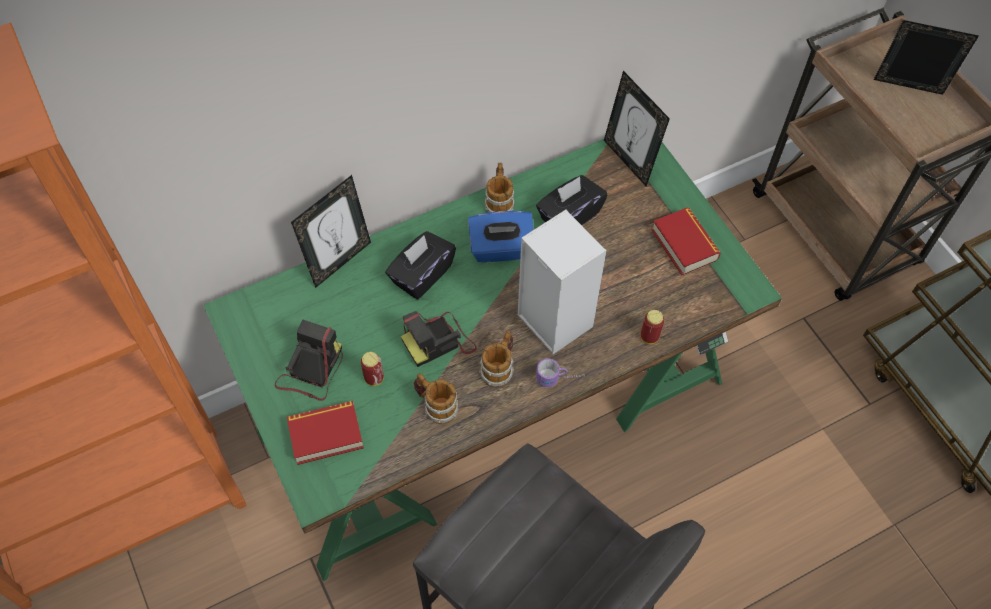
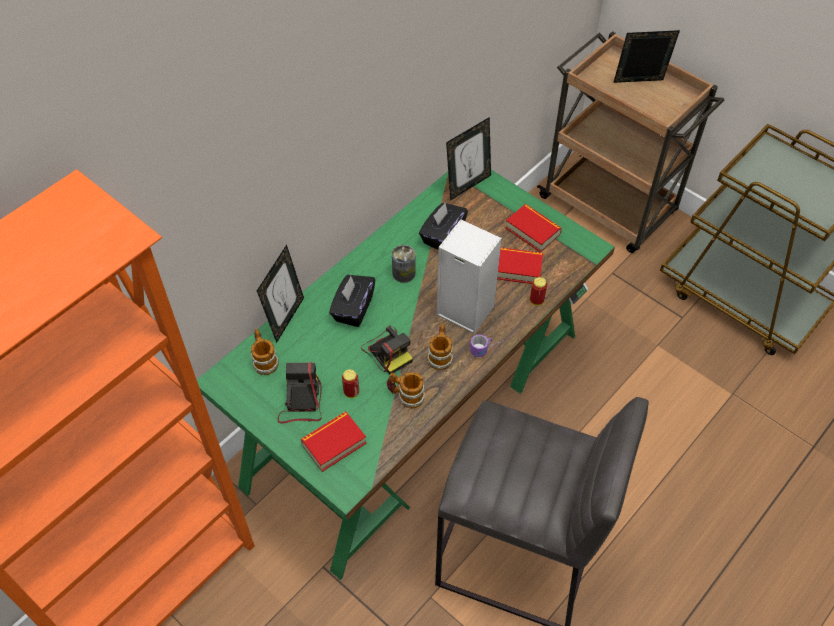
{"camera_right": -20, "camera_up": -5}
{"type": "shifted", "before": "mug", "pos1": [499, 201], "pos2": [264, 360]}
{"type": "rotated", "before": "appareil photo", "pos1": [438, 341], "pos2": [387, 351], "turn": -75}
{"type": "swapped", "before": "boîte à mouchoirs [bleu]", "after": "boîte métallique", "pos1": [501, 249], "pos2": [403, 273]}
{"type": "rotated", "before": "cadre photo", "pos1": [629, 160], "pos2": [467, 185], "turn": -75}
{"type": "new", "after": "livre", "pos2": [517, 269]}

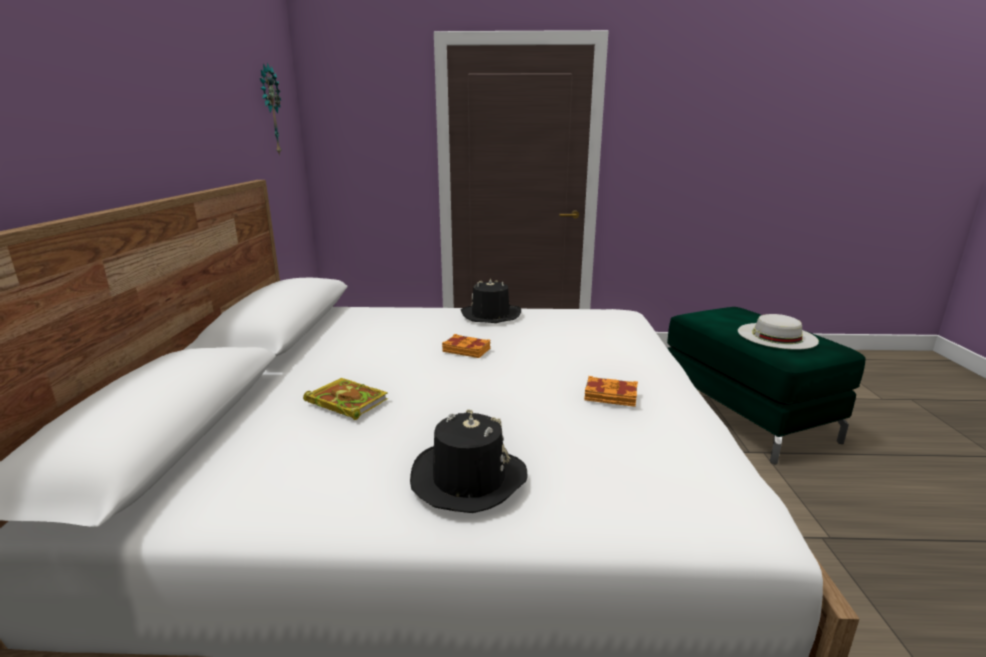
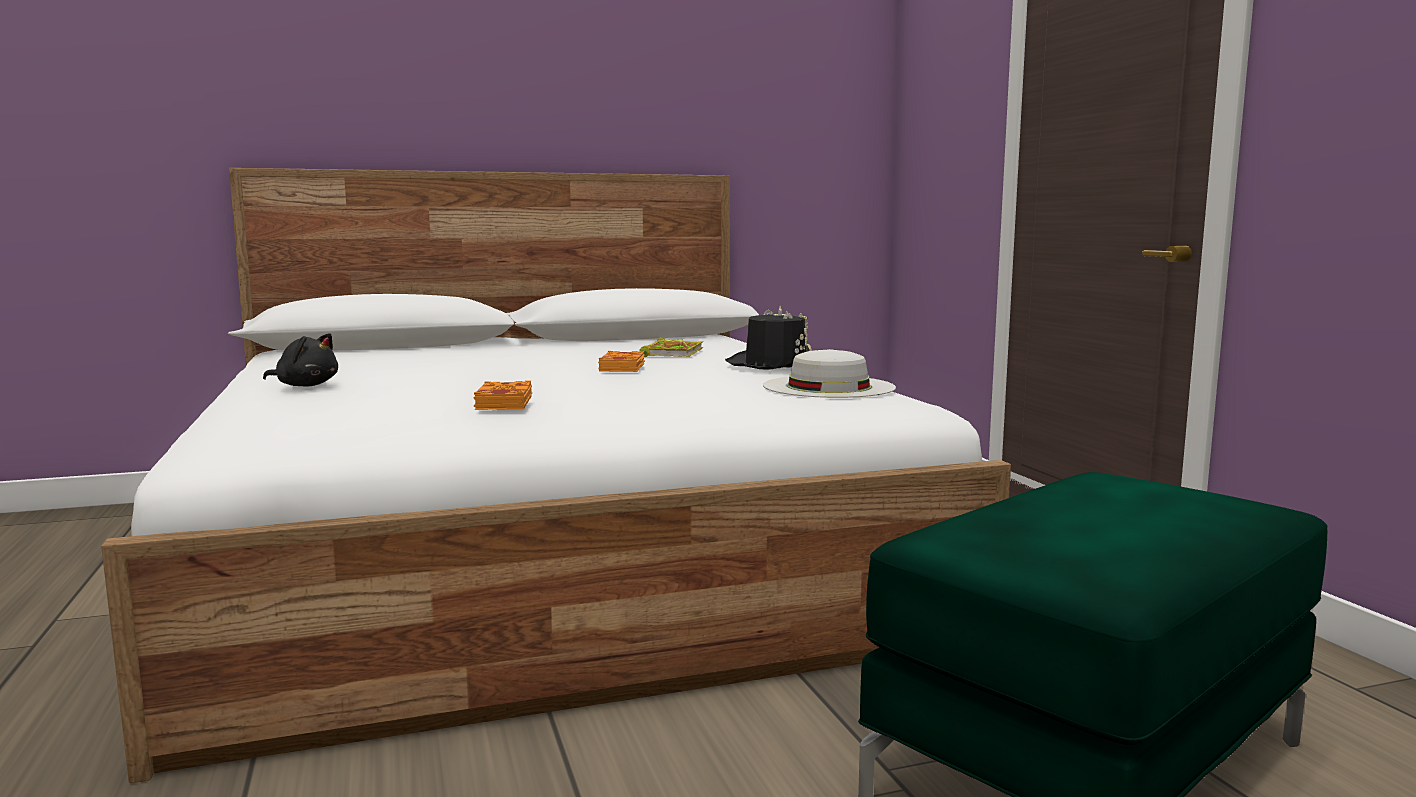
{"camera_right": 70, "camera_up": -10}
{"type": "swapped", "before": "chapeau [noir]", "after": "peluche [noir]", "pos1": [468, 479], "pos2": [305, 385]}
{"type": "shifted", "before": "livre", "pos1": [345, 401], "pos2": [672, 353]}
{"type": "shifted", "before": "chapeau [blanc]", "pos1": [776, 336], "pos2": [828, 386]}
{"type": "gone", "before": "horloge murale", "pos1": [269, 110]}

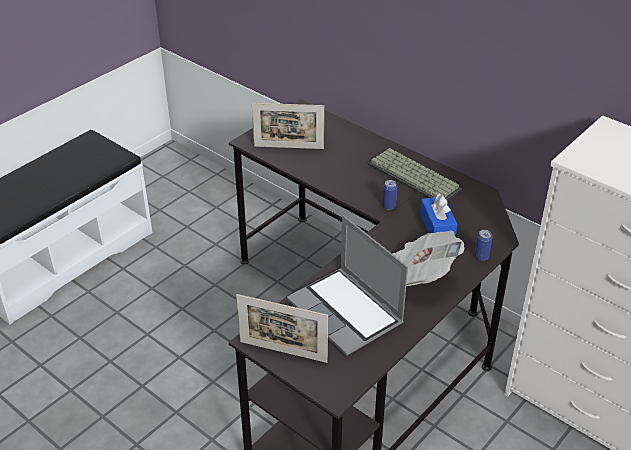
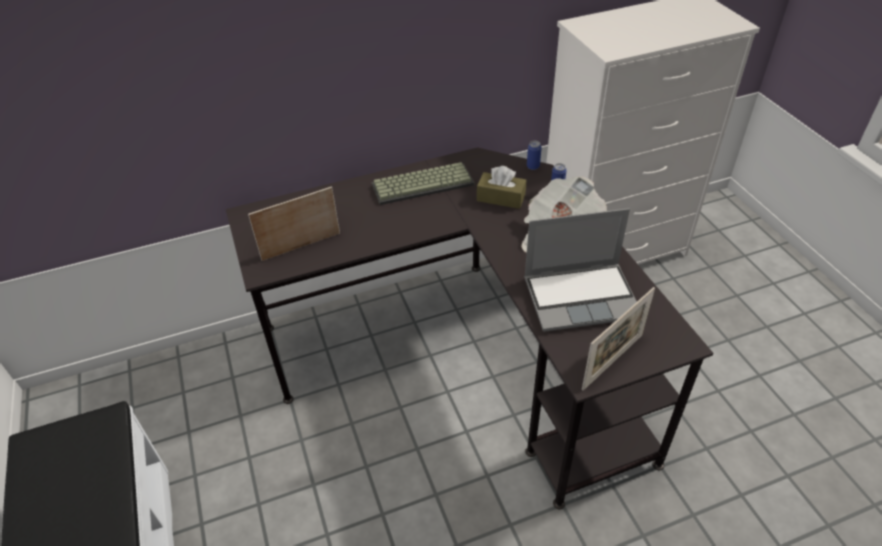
{"camera_right": -60, "camera_up": 5}
{"type": "rotated", "before": "cadre photo", "pos1": [288, 147], "pos2": [301, 246], "turn": -150}
{"type": "repainted", "before": "boîte à mouchoirs [bleu]", "after": "boîte à mouchoirs [marron]", "pos1": [437, 226], "pos2": [501, 198]}
{"type": "shifted", "before": "boîte métallique", "pos1": [389, 206], "pos2": [533, 166]}

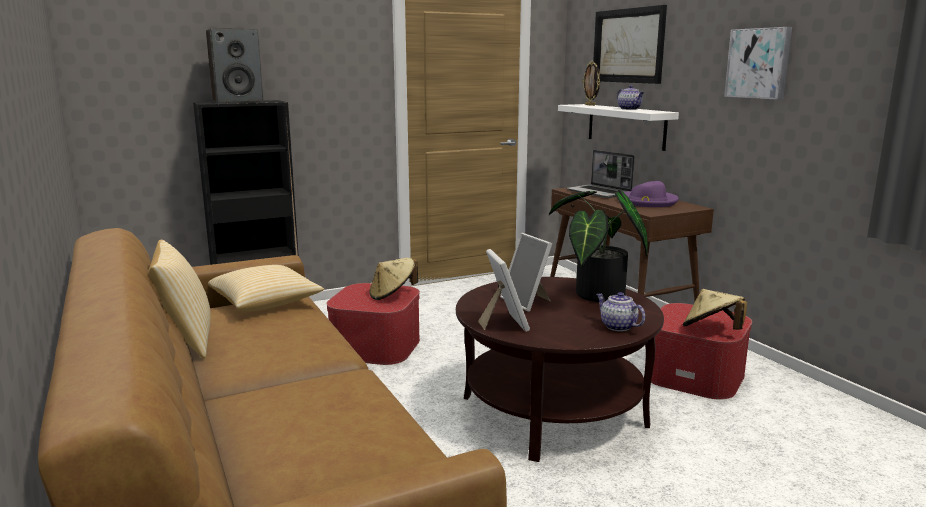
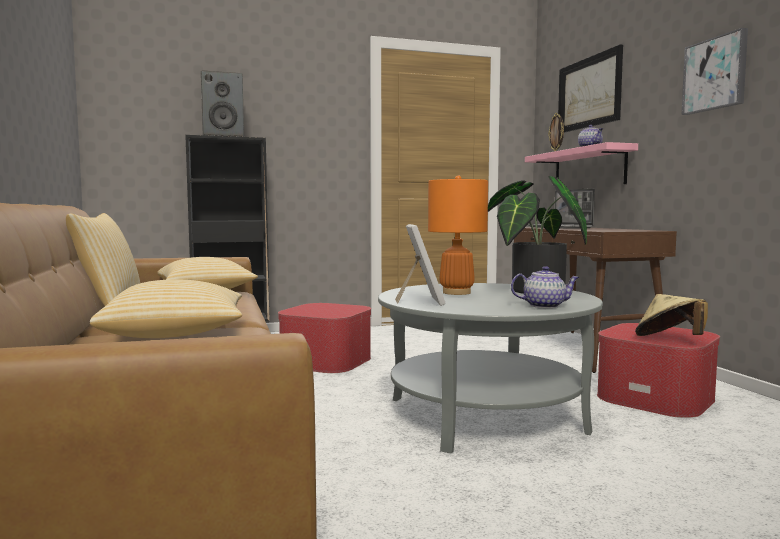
{"camera_right": 10, "camera_up": -10}
{"type": "new", "after": "coussin", "pos2": [176, 334]}
{"type": "repainted", "before": "table basse [marron]", "after": "table basse [gris]", "pos1": [553, 411], "pos2": [484, 415]}
{"type": "swapped", "before": "cadre photo", "after": "lampe de table [orange]", "pos1": [527, 302], "pos2": [457, 292]}
{"type": "rotated", "before": "théière", "pos1": [617, 326], "pos2": [545, 306], "turn": 120}
{"type": "repainted", "before": "étagère [blanc]", "after": "étagère [rose]", "pos1": [625, 126], "pos2": [589, 169]}
{"type": "gone", "before": "chapeau [beige]", "pos1": [392, 295]}
{"type": "gone", "before": "chapeau [violet]", "pos1": [647, 202]}

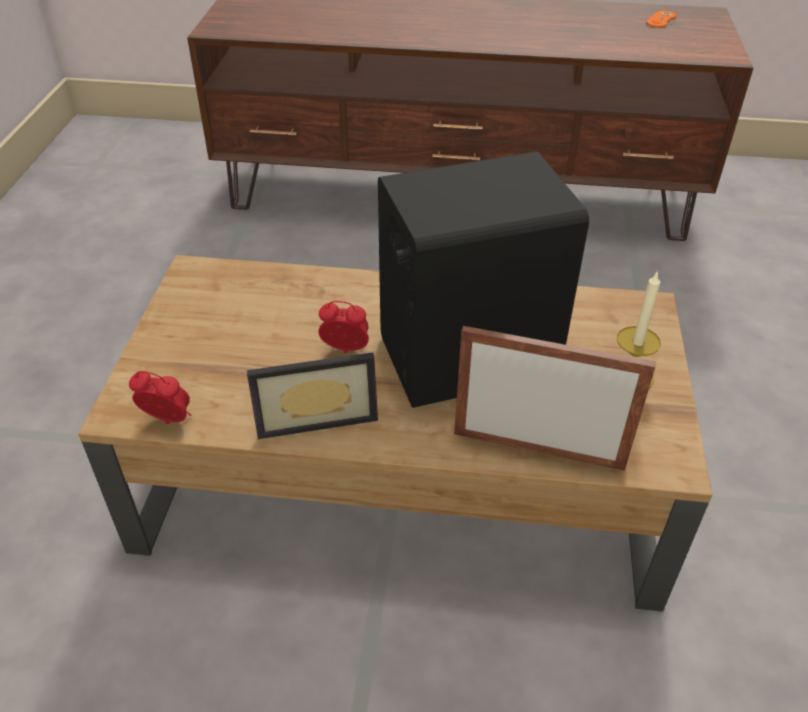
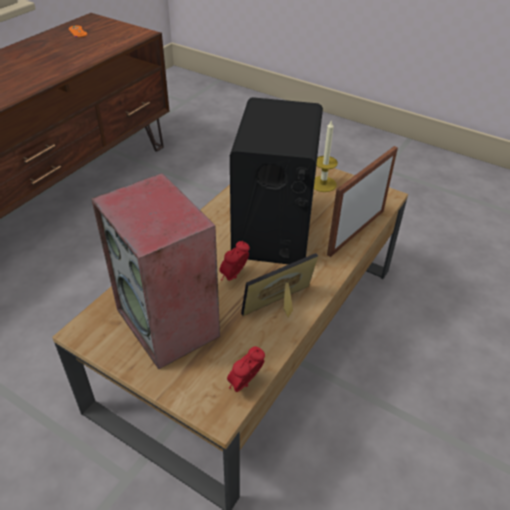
{"camera_right": -65, "camera_up": 0}
{"type": "new", "after": "enceinte", "pos2": [169, 323]}
{"type": "rotated", "before": "cadre photo", "pos1": [315, 414], "pos2": [282, 308], "turn": -135}

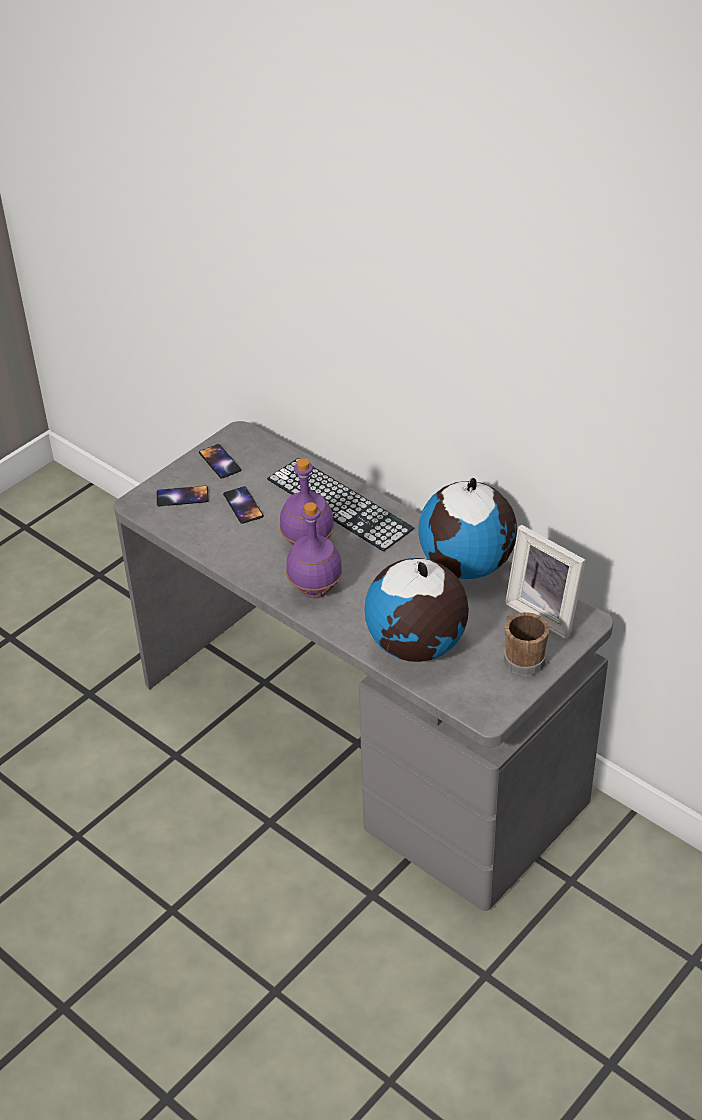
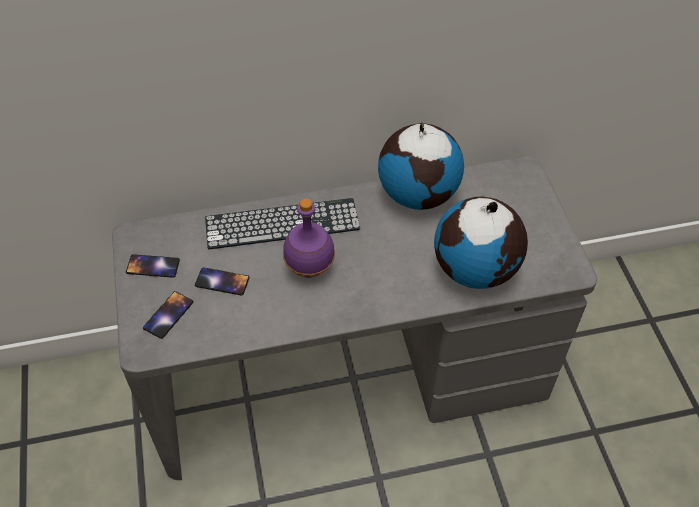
{"camera_right": -55, "camera_up": 10}
{"type": "gone", "before": "bouteille [violet]", "pos1": [316, 590]}
{"type": "gone", "before": "mug [marron]", "pos1": [521, 658]}
{"type": "gone", "before": "cadre photo", "pos1": [545, 612]}

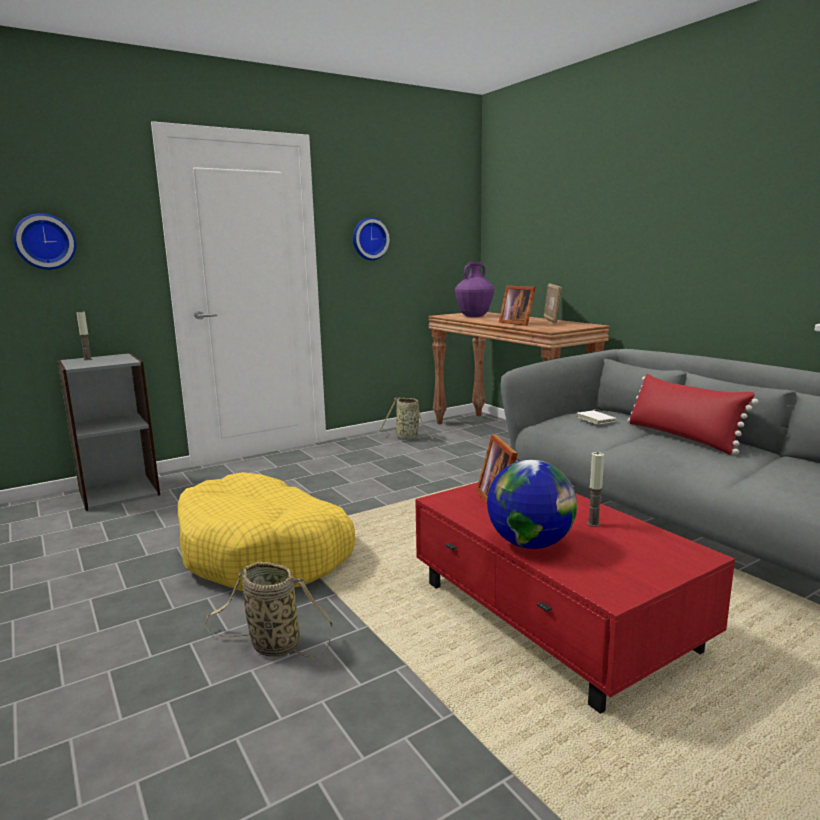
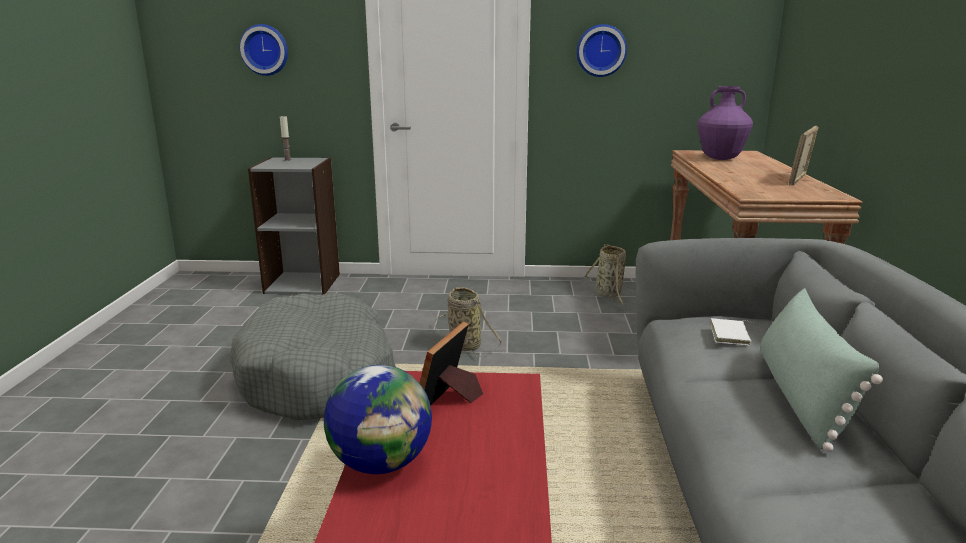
{"camera_right": 35, "camera_up": 5}
{"type": "repainted", "before": "panier pour chien [jaune]", "after": "panier pour chien [gris]", "pos1": [265, 553], "pos2": [318, 377]}
{"type": "shifted", "before": "panier", "pos1": [271, 645], "pos2": [463, 344]}
{"type": "repainted", "before": "coussin [rouge]", "after": "coussin [vert]", "pos1": [681, 437], "pos2": [801, 397]}
{"type": "gone", "before": "cadre photo", "pos1": [517, 323]}
{"type": "gone", "before": "bougie", "pos1": [593, 524]}

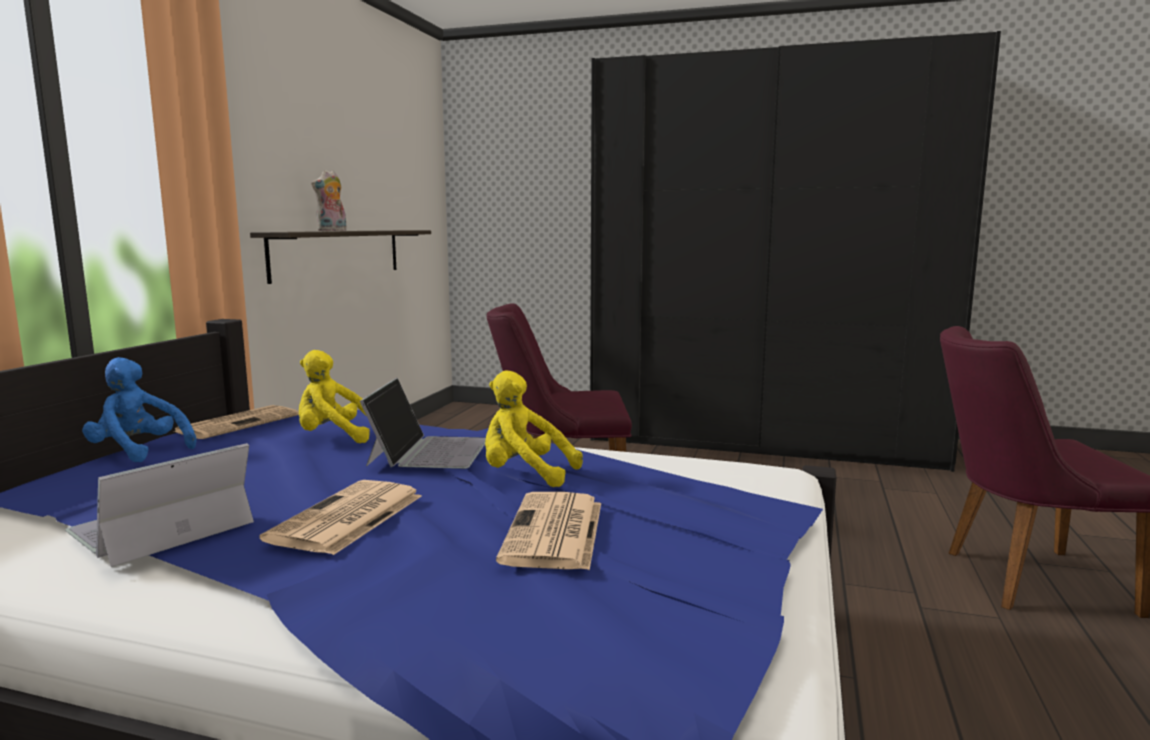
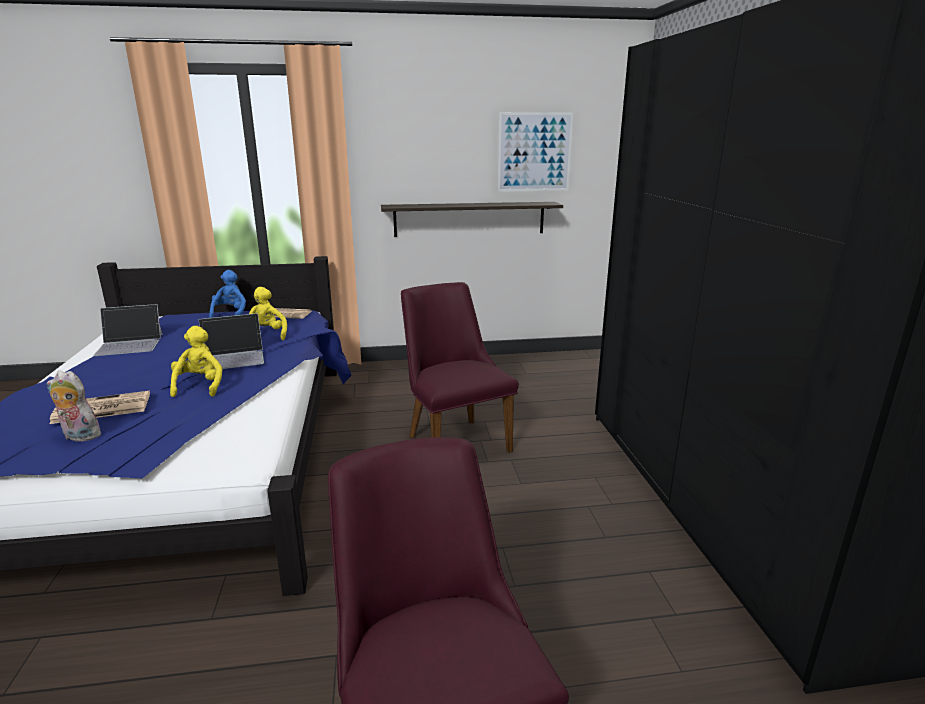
{"camera_right": 65, "camera_up": 10}
{"type": "shifted", "before": "peluche", "pos1": [332, 231], "pos2": [79, 437]}
{"type": "rotated", "before": "ordinateur portable", "pos1": [160, 527], "pos2": [130, 344], "turn": 150}
{"type": "new", "after": "tableau", "pos2": [534, 152]}
{"type": "gone", "before": "journal", "pos1": [347, 518]}

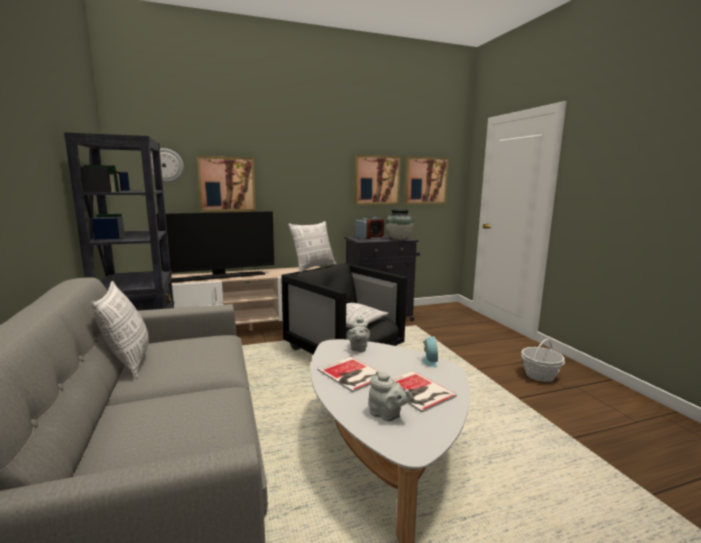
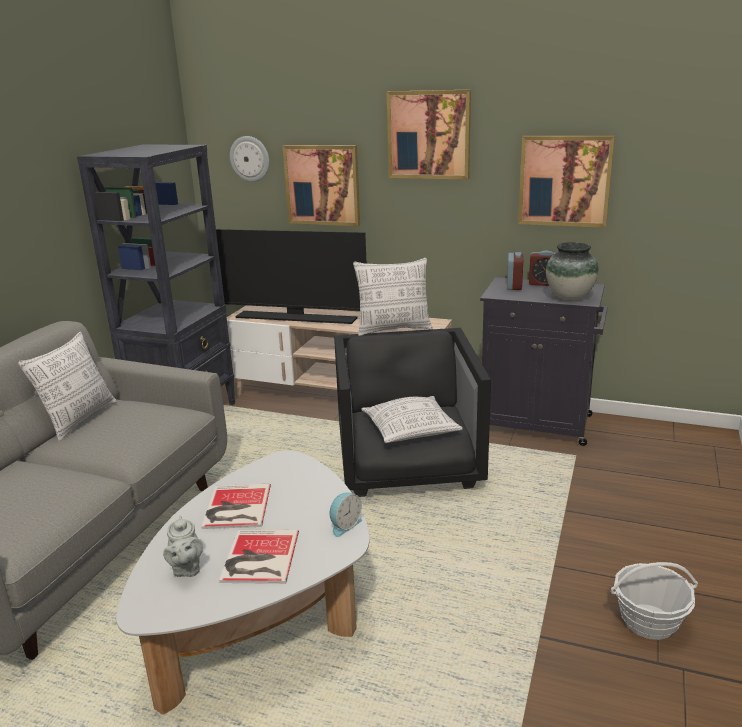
{"camera_right": 40, "camera_up": 10}
{"type": "shifted", "before": "tableau", "pos1": [426, 180], "pos2": [429, 135]}
{"type": "gone", "before": "théière [gris]", "pos1": [358, 348]}

